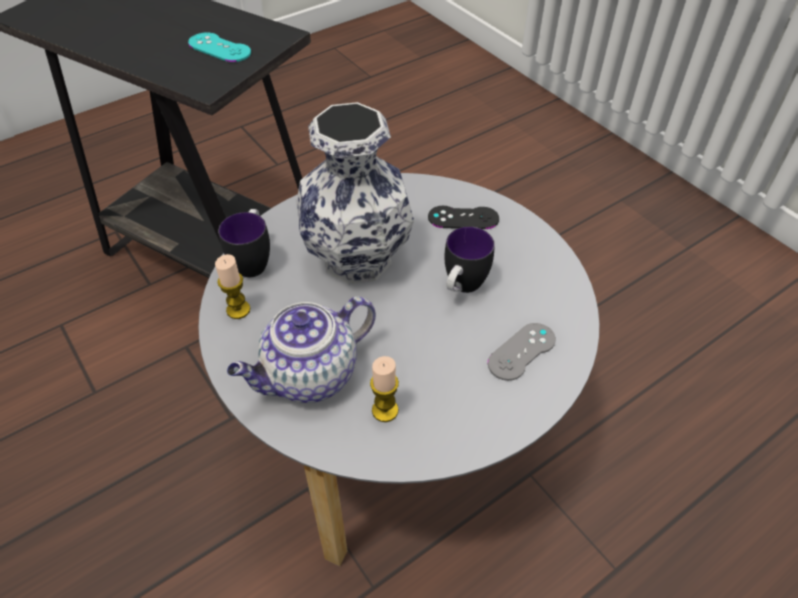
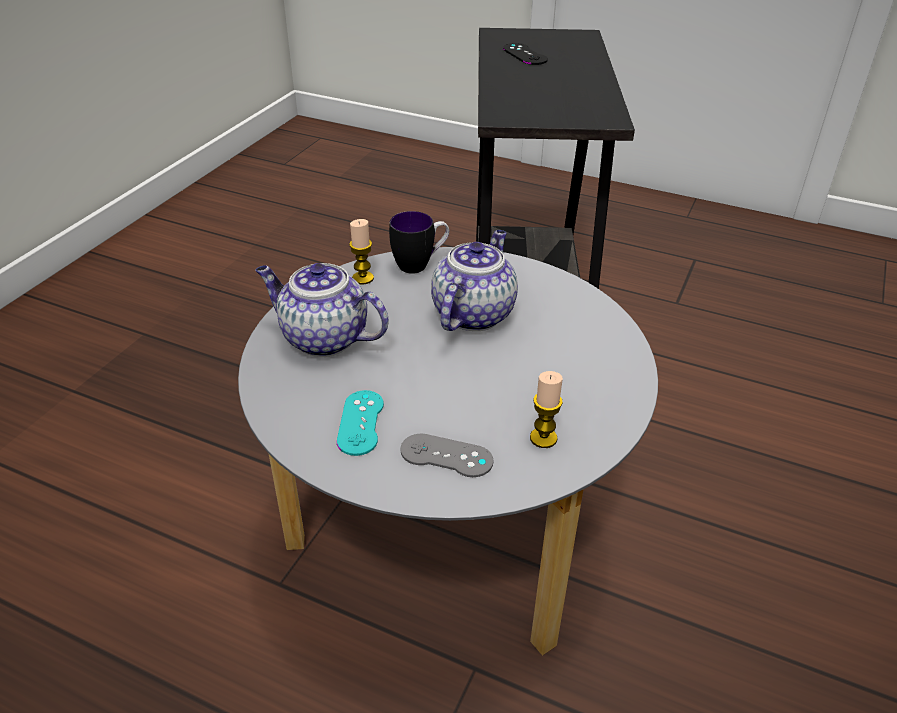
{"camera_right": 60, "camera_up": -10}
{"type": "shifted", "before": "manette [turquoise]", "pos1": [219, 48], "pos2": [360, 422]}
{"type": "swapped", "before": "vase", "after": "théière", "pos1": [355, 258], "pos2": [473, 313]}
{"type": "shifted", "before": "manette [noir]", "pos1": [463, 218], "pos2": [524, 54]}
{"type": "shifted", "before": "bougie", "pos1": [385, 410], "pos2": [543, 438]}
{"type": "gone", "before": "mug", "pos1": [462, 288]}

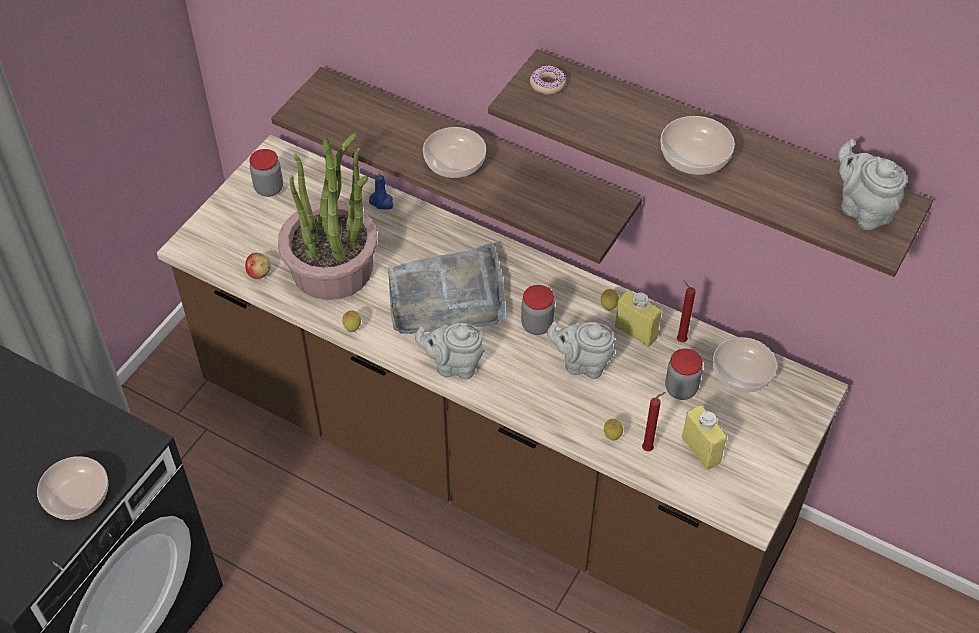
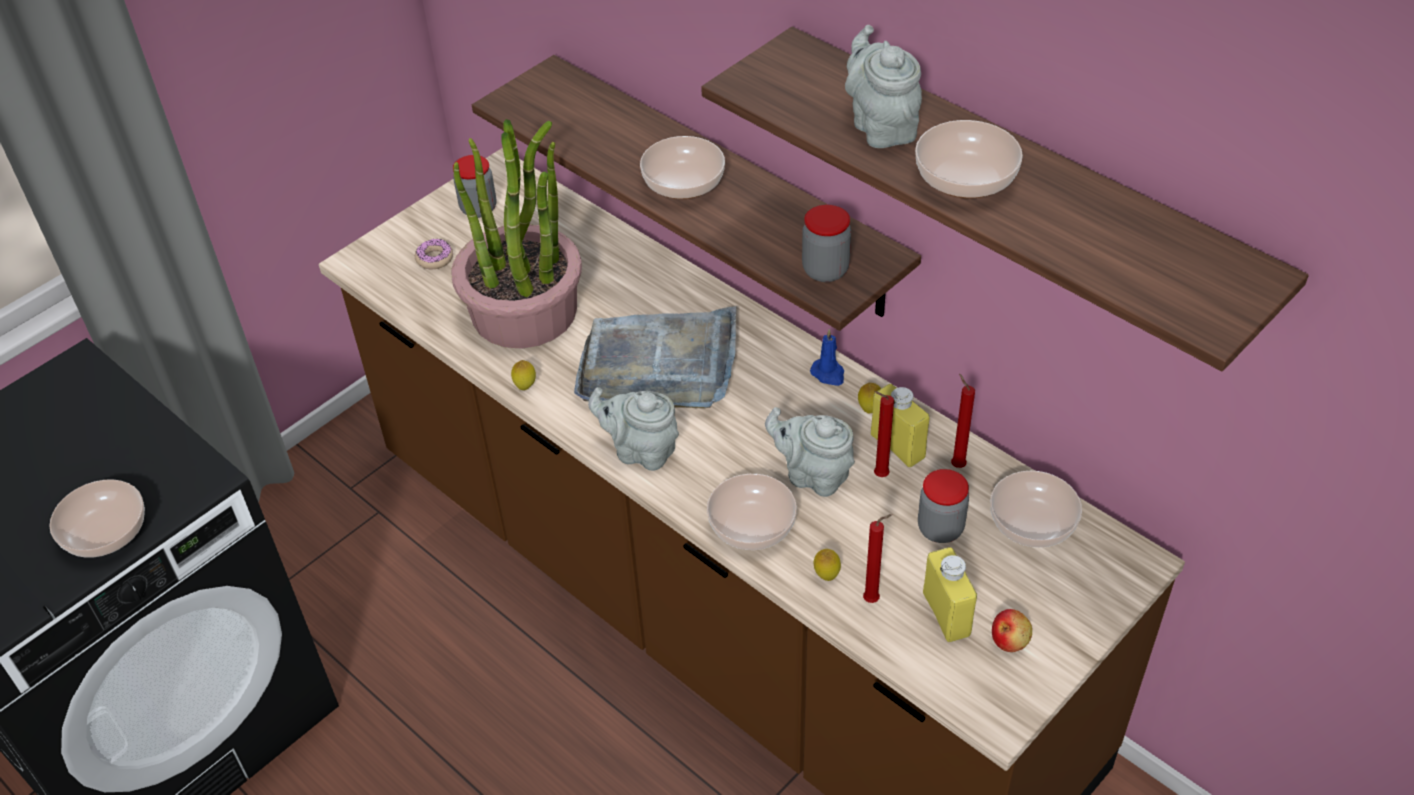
{"camera_right": 15, "camera_up": -5}
{"type": "shifted", "before": "beignet", "pos1": [547, 84], "pos2": [434, 258]}
{"type": "new", "after": "bol", "pos2": [753, 526]}
{"type": "shifted", "before": "bocal", "pos1": [537, 325], "pos2": [825, 270]}
{"type": "shifted", "before": "bougie [bleu]", "pos1": [382, 202], "pos2": [828, 374]}
{"type": "shifted", "before": "théière [gris]", "pos1": [862, 210], "pos2": [881, 126]}
{"type": "new", "after": "bougie [rouge]", "pos2": [878, 475]}
{"type": "shifted", "before": "pomme", "pos1": [259, 272], "pos2": [1009, 640]}

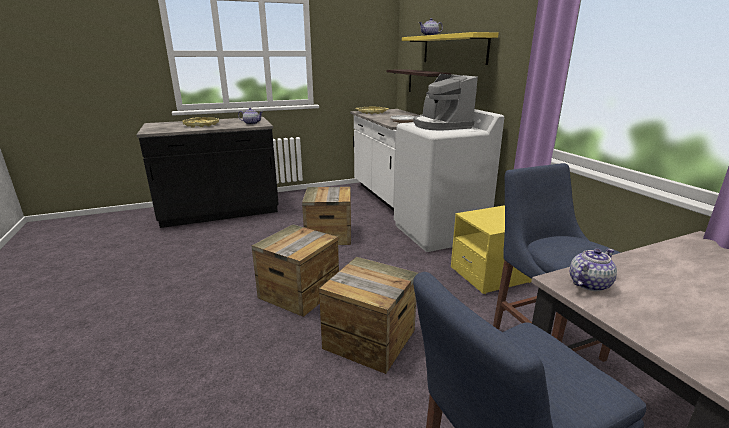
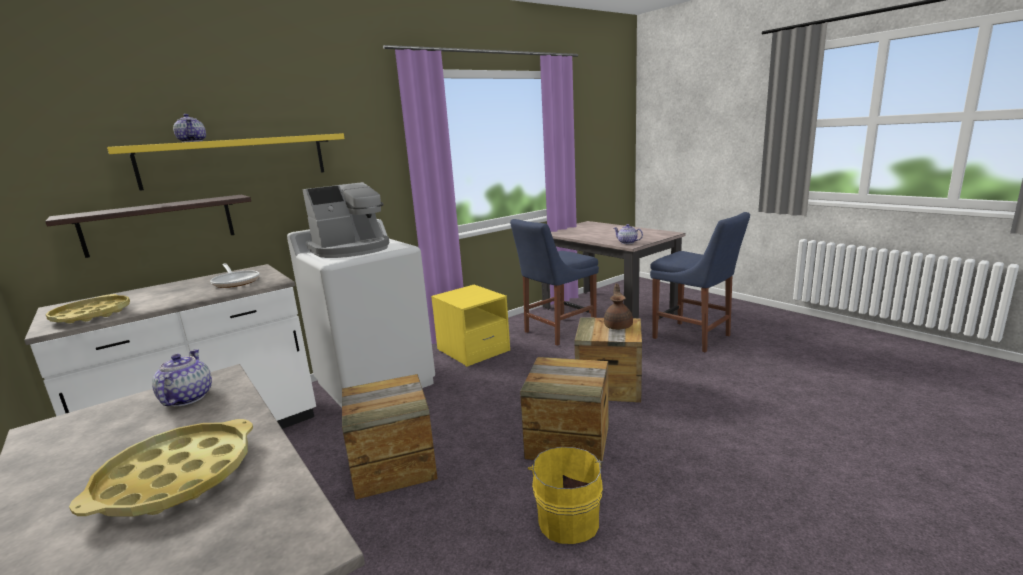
{"camera_right": -105, "camera_up": -5}
{"type": "new", "after": "seau [jaune]", "pos2": [568, 518]}
{"type": "new", "after": "théière [marron]", "pos2": [618, 326]}

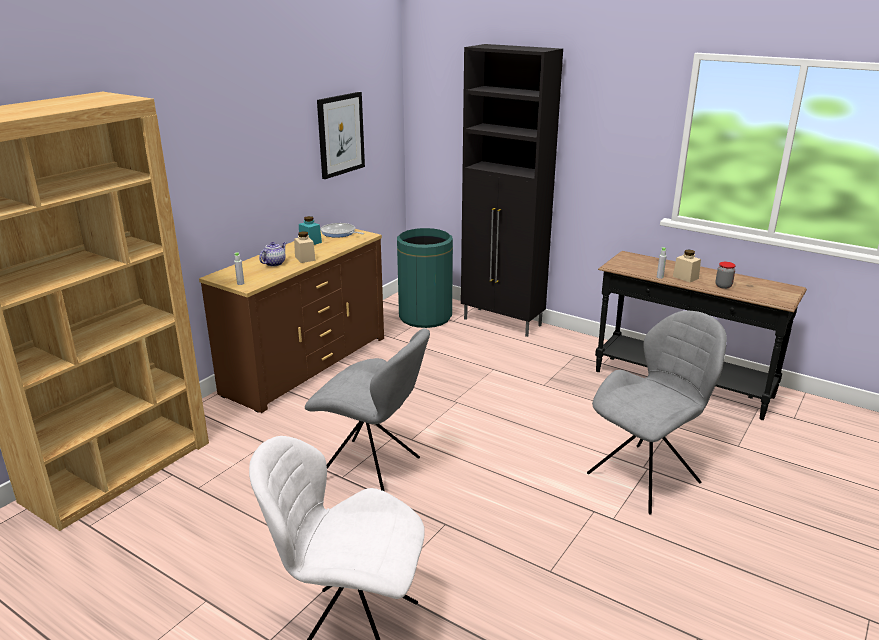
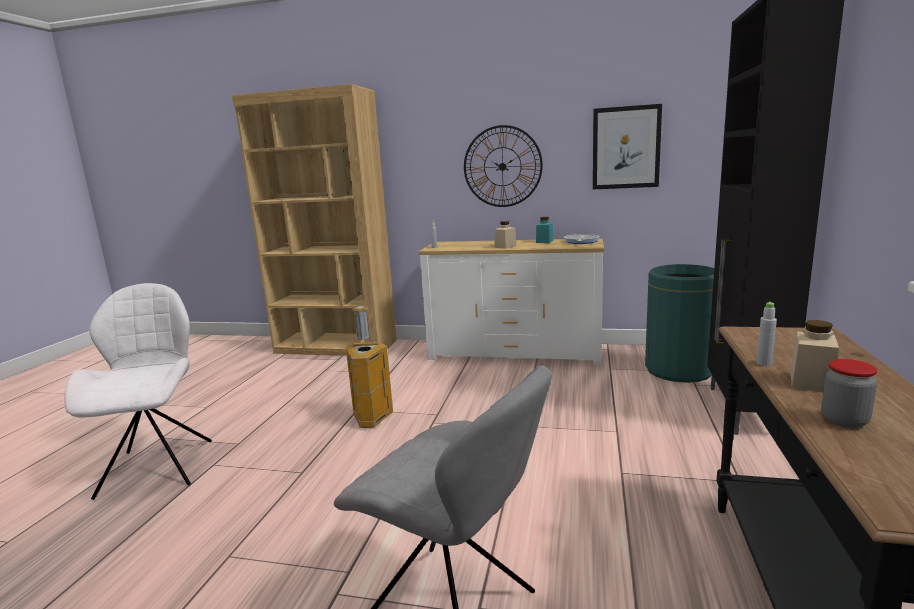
{"camera_right": 70, "camera_up": -10}
{"type": "swapped", "before": "chaise [gris]", "after": "poubelle", "pos1": [372, 471], "pos2": [371, 419]}
{"type": "repainted", "before": "commode [marron]", "after": "commode [blanc]", "pos1": [306, 365], "pos2": [514, 353]}
{"type": "new", "after": "horloge murale", "pos2": [502, 166]}
{"type": "gone", "before": "théière", "pos1": [274, 263]}

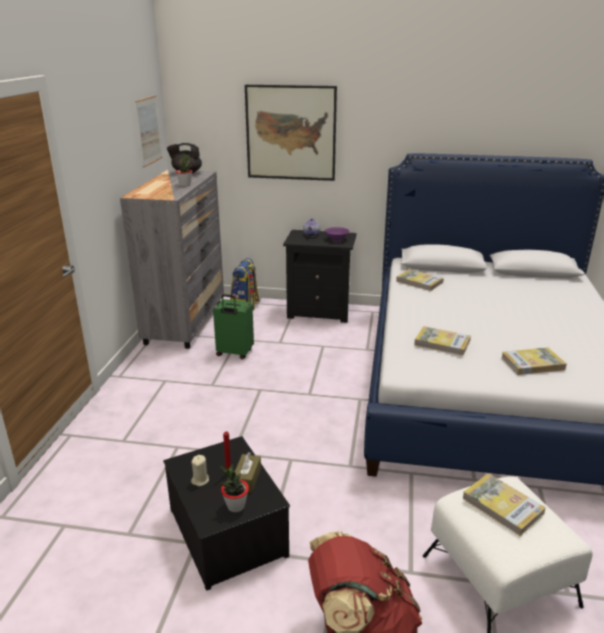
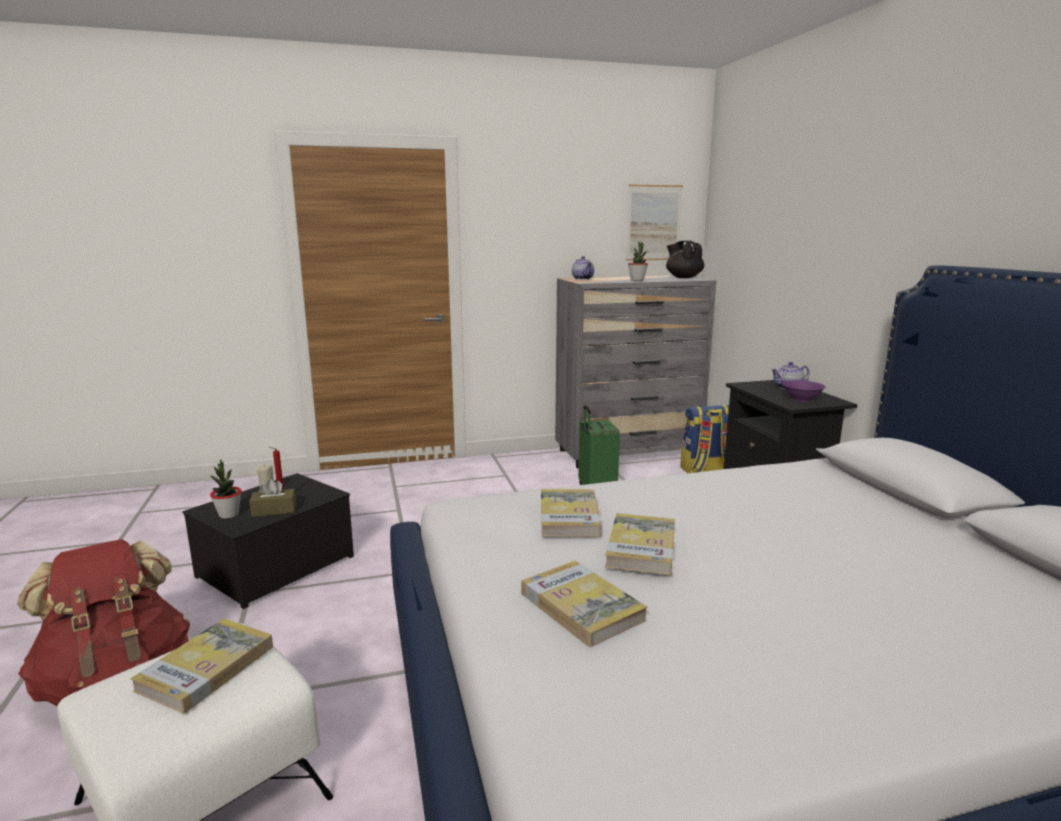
{"camera_right": 65, "camera_up": -10}
{"type": "new", "after": "théière", "pos2": [583, 279]}
{"type": "shifted", "before": "livre", "pos1": [419, 282], "pos2": [641, 547]}
{"type": "gone", "before": "tableau", "pos1": [291, 133]}

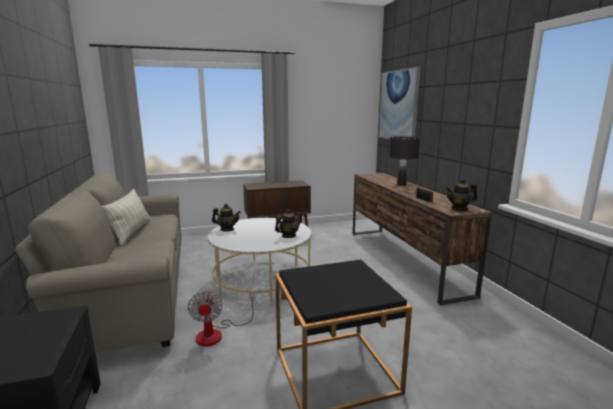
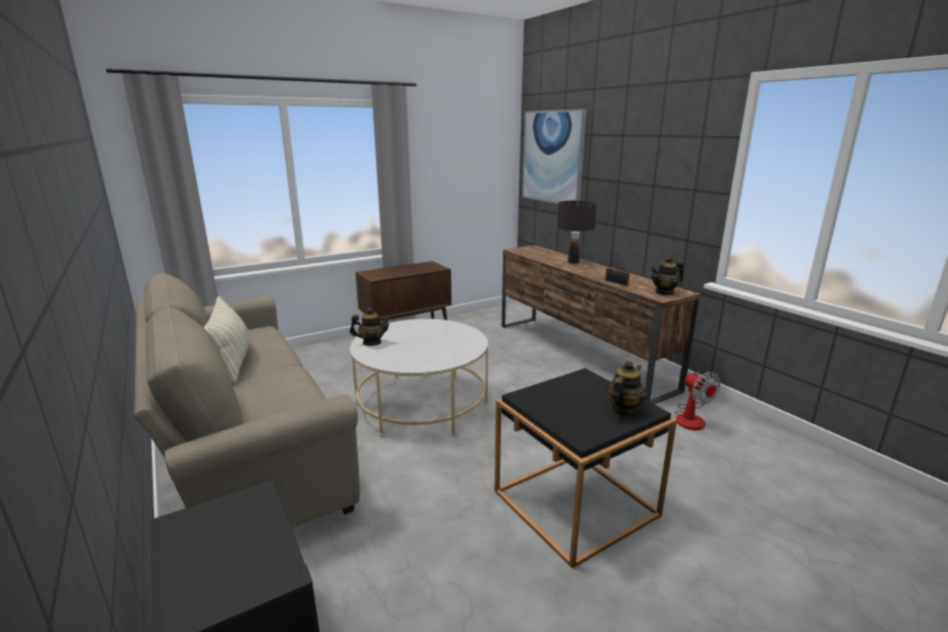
{"camera_right": -15, "camera_up": 5}
{"type": "shifted", "before": "théière", "pos1": [288, 236], "pos2": [623, 410]}
{"type": "shifted", "before": "ventilateur", "pos1": [217, 333], "pos2": [691, 417]}

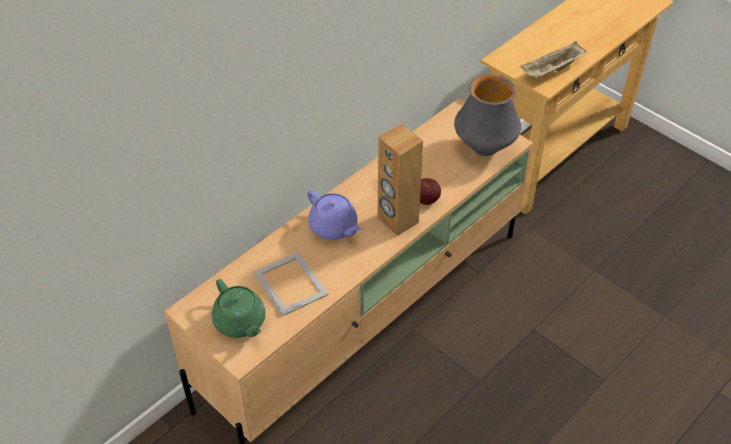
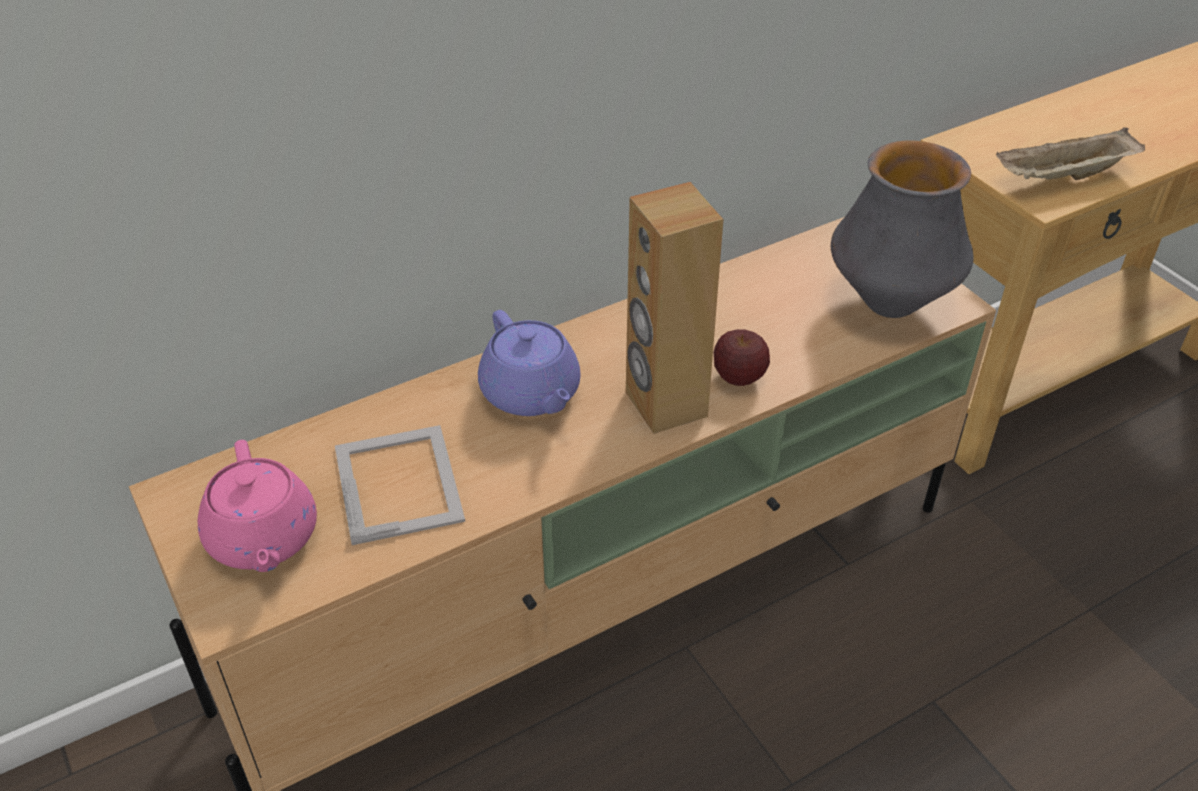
{"camera_right": 15, "camera_up": -5}
{"type": "repainted", "before": "théière [vert]", "after": "théière [rose]", "pos1": [240, 322], "pos2": [263, 539]}

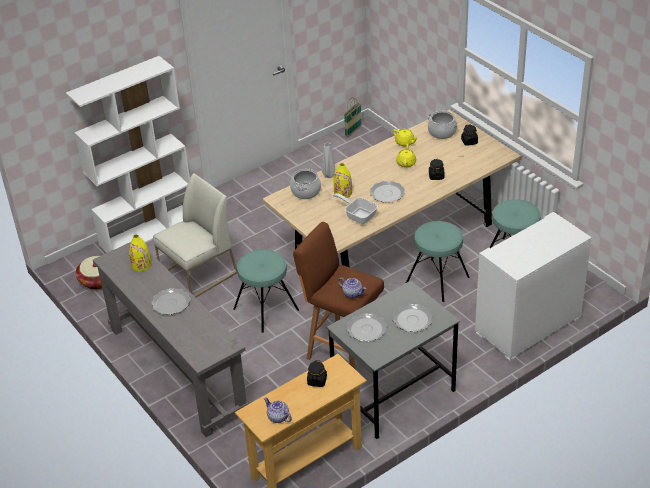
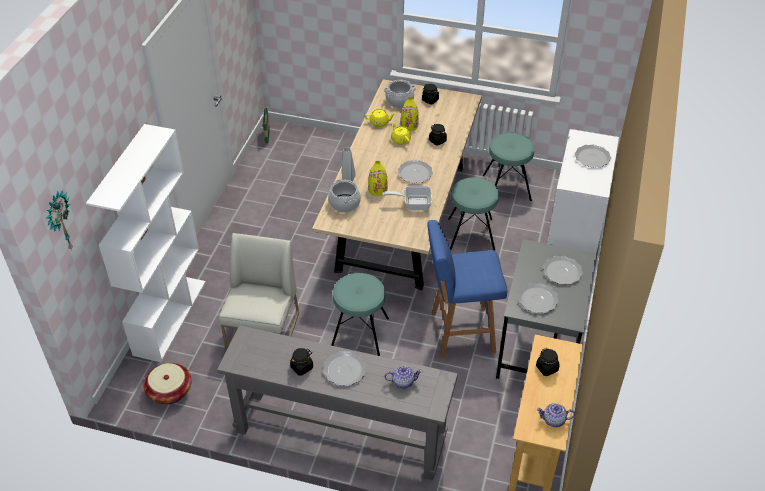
{"camera_right": -40, "camera_up": 5}
{"type": "new", "after": "horloge murale", "pos2": [59, 222]}
{"type": "new", "after": "bocal [noir]", "pos2": [302, 367]}
{"type": "shifted", "before": "théière", "pos1": [352, 293], "pos2": [402, 381]}
{"type": "shifted", "before": "vase [jaune]", "pos1": [141, 265], "pos2": [409, 125]}
{"type": "repainted", "before": "tabouret [marron]", "after": "tabouret [bleu]", "pos1": [342, 348], "pos2": [460, 332]}
{"type": "new", "after": "assiette", "pos2": [592, 157]}

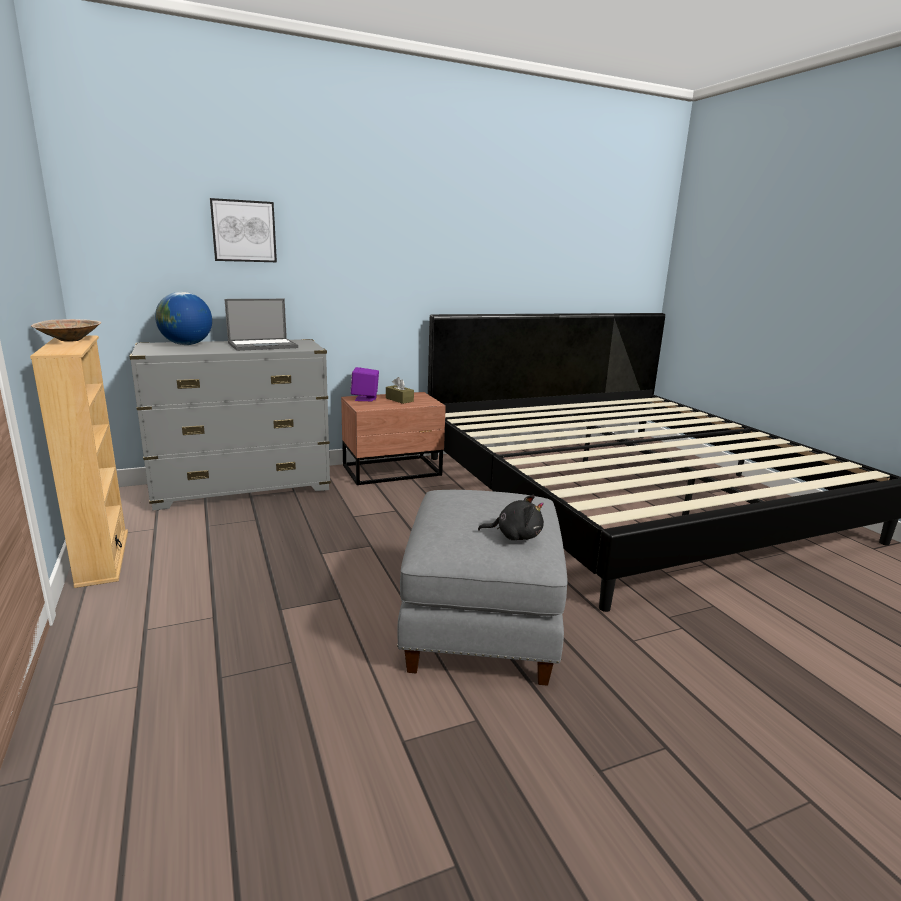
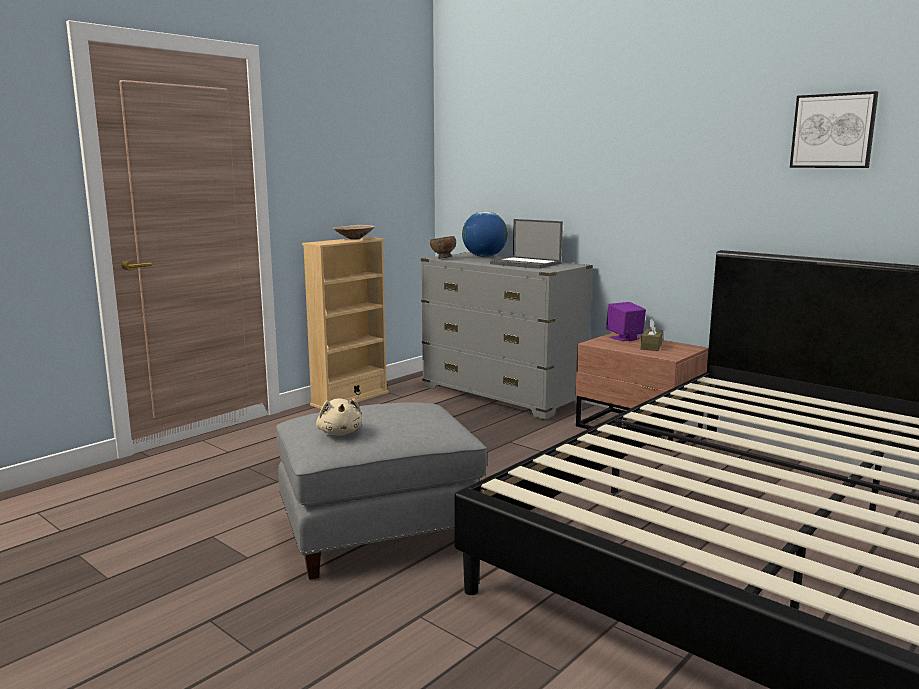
{"camera_right": 65, "camera_up": -5}
{"type": "repainted", "before": "peluche [noir]", "after": "peluche [beige]", "pos1": [515, 536], "pos2": [340, 432]}
{"type": "new", "after": "bol [marron]", "pos2": [443, 258]}
{"type": "shifted", "before": "tableau", "pos1": [244, 231], "pos2": [833, 131]}

